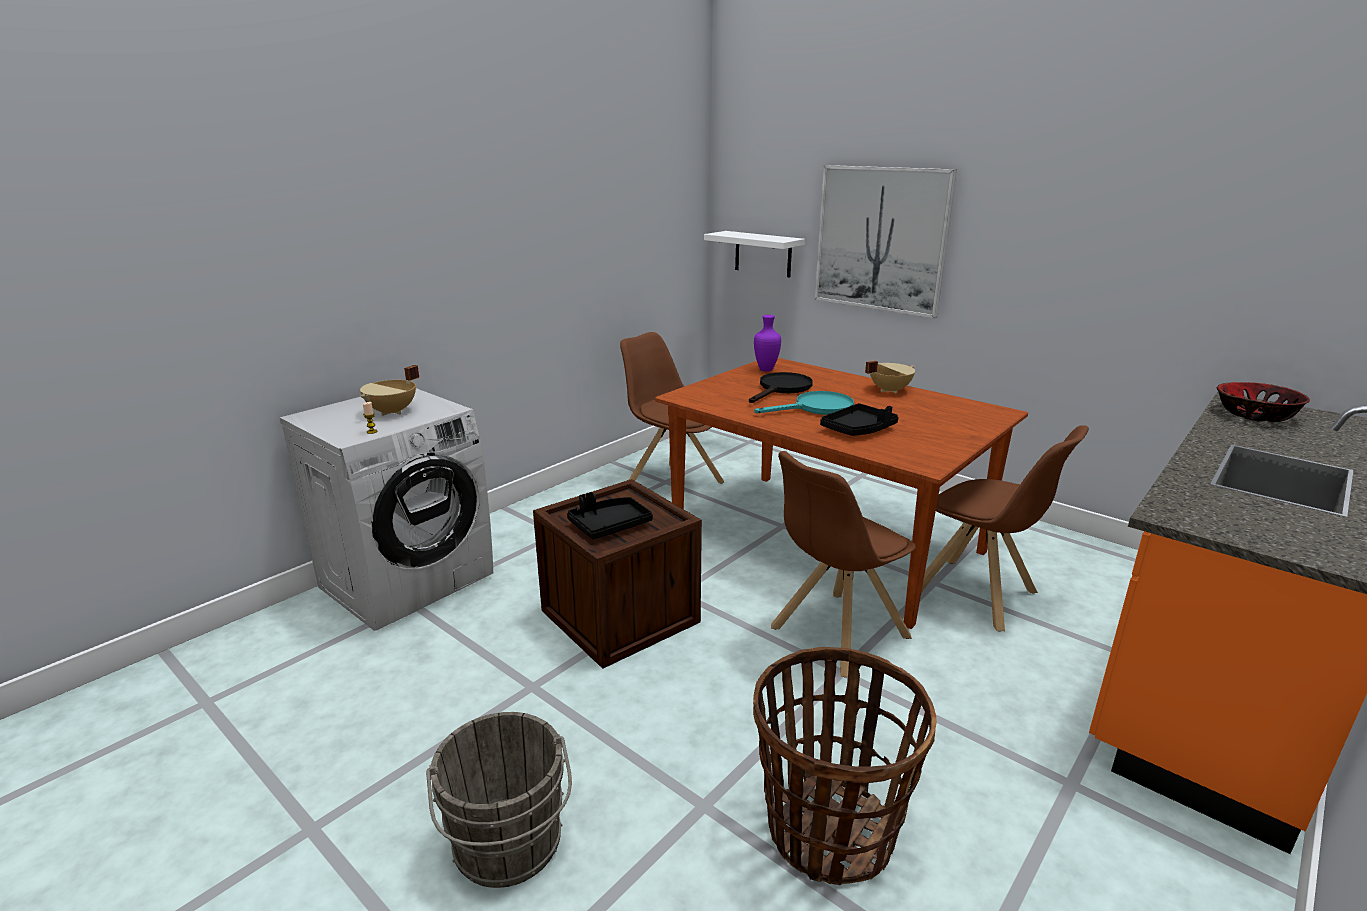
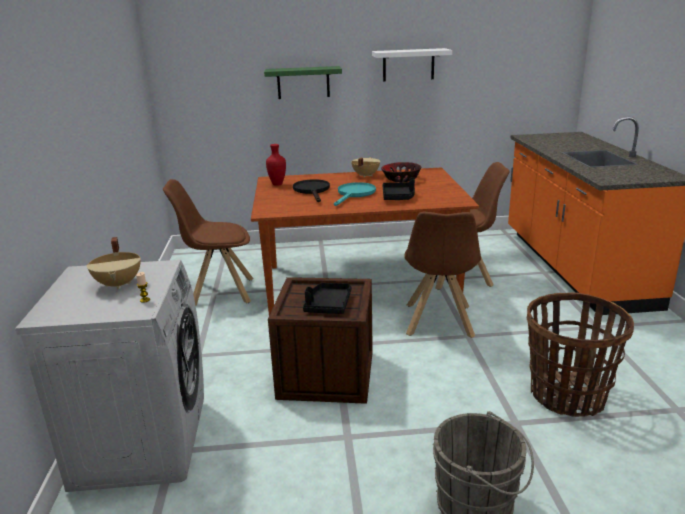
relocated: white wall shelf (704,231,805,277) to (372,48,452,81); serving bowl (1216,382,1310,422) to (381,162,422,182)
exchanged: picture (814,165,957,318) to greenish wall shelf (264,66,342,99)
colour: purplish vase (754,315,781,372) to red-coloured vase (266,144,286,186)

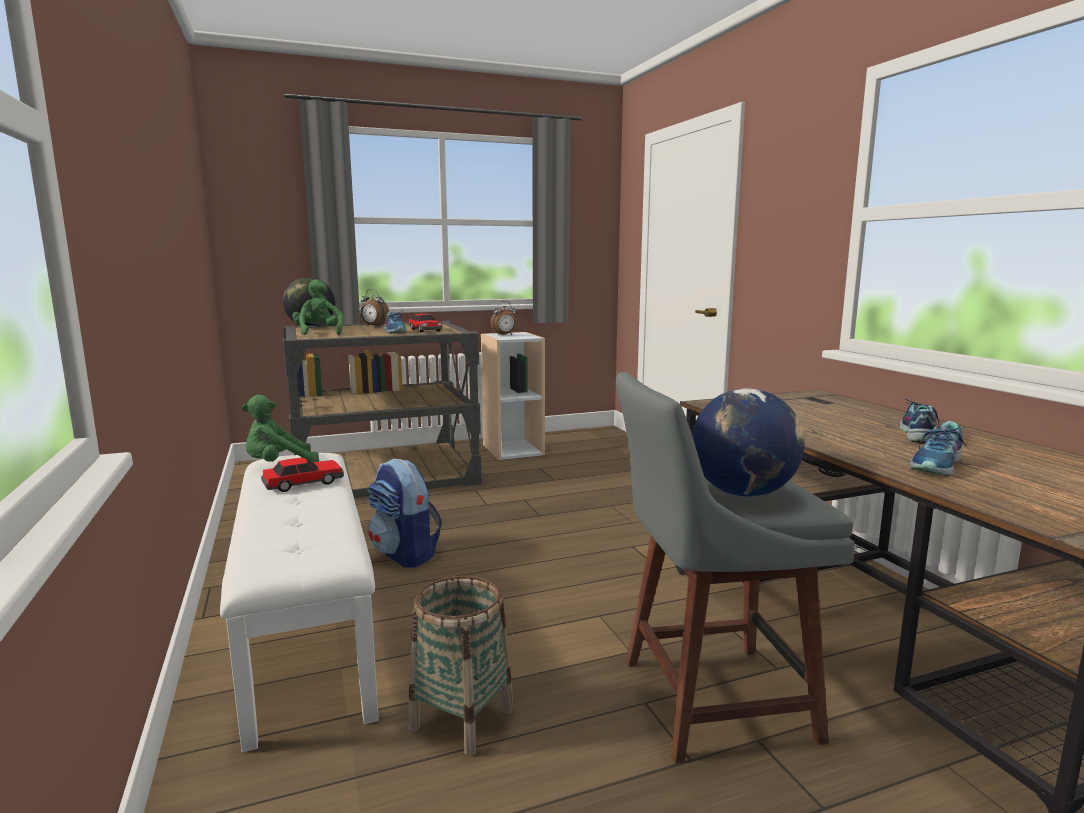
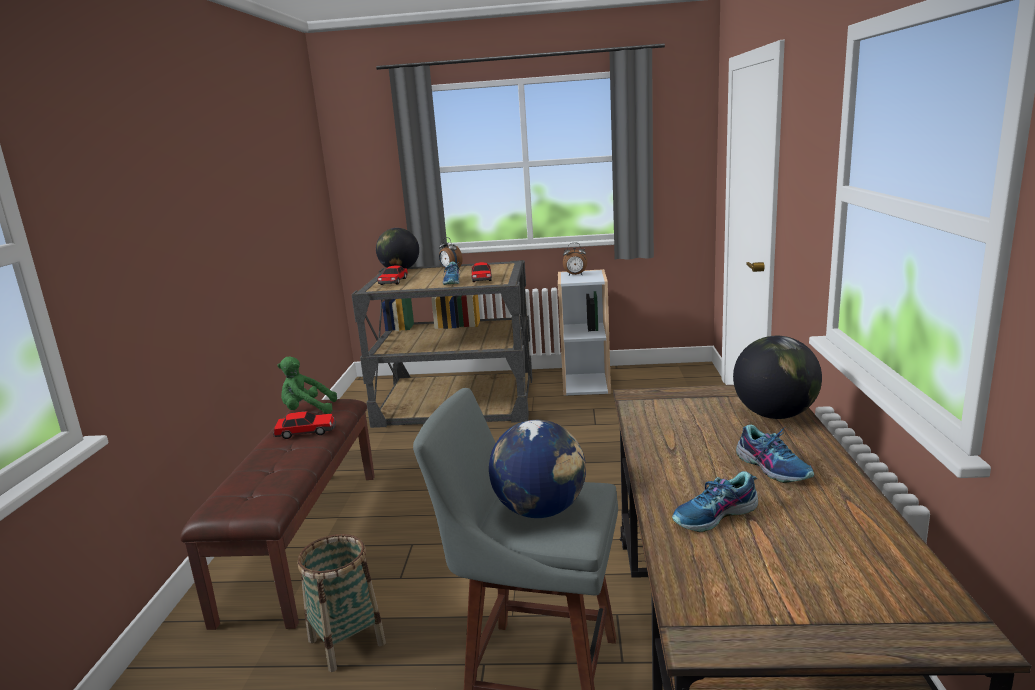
missing: knapsack (368,459,442,568)
appeared: world globe (733,336,822,419)
exchanged: greenish soft toy (292,279,344,335) to miniature car (378,265,408,285)
colour: white indoor bench (220,453,379,752) to brown-coloured indoor bench (180,399,375,630)
spun: item of footwear (900,398,939,444) = (736,425,814,483) 105 degrees clockwise

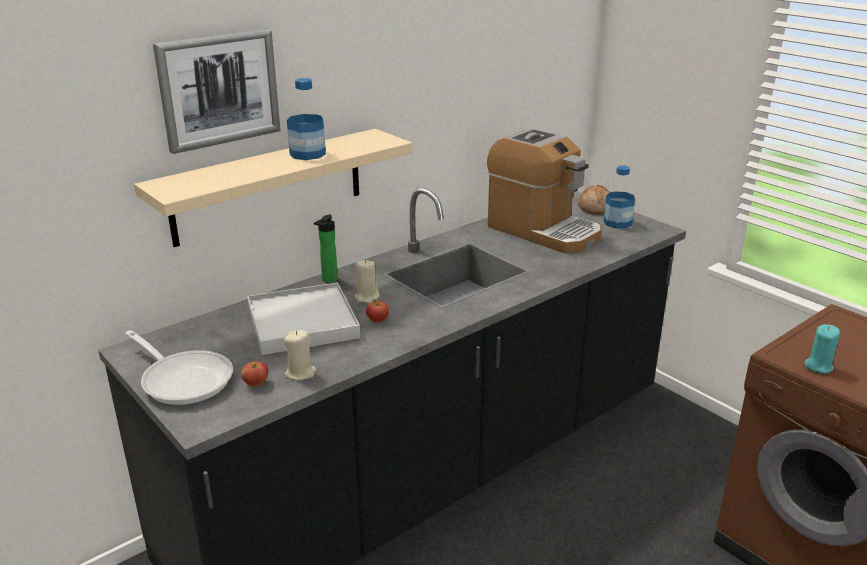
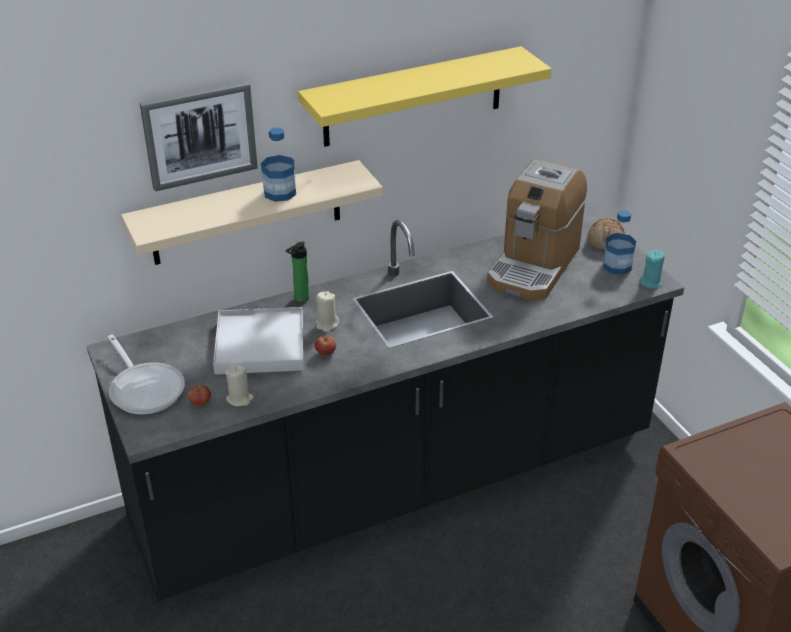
appeared: yellowish wall shelf (298,46,552,147)
relocated: turquoise wax candle (804,324,840,374) to (639,250,665,288)
spun: coffee machine (487,128,601,253) = (487,159,587,301) 60 degrees clockwise

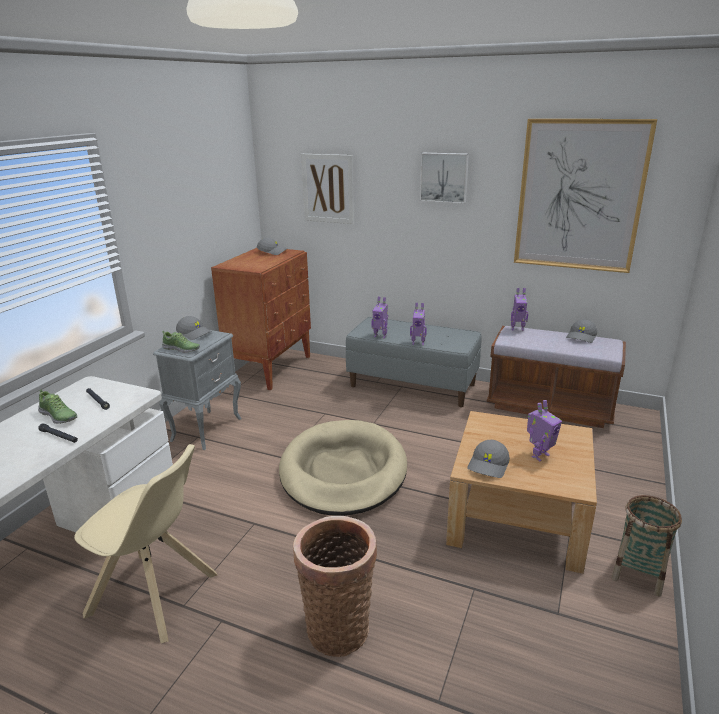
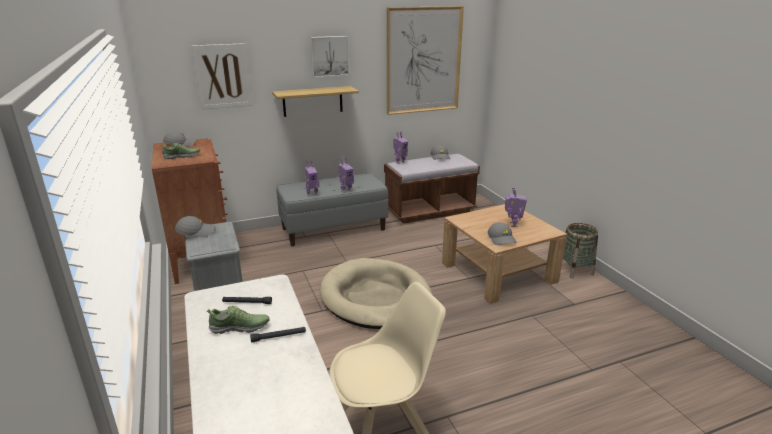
missing: household basket (293,516,377,657)
appeared: wall shelf (272,86,359,117)
relocated: item of footwear (162,331,200,353) to (161,143,200,159)

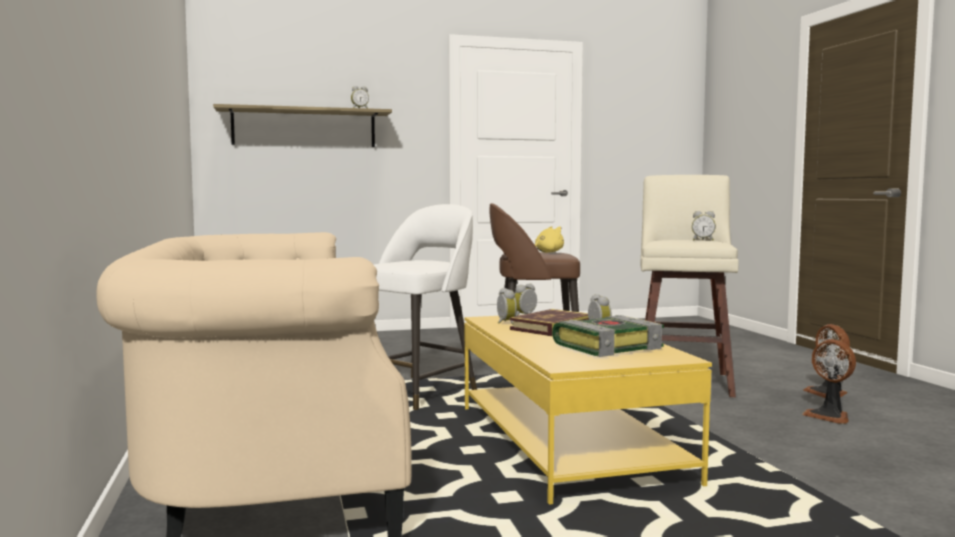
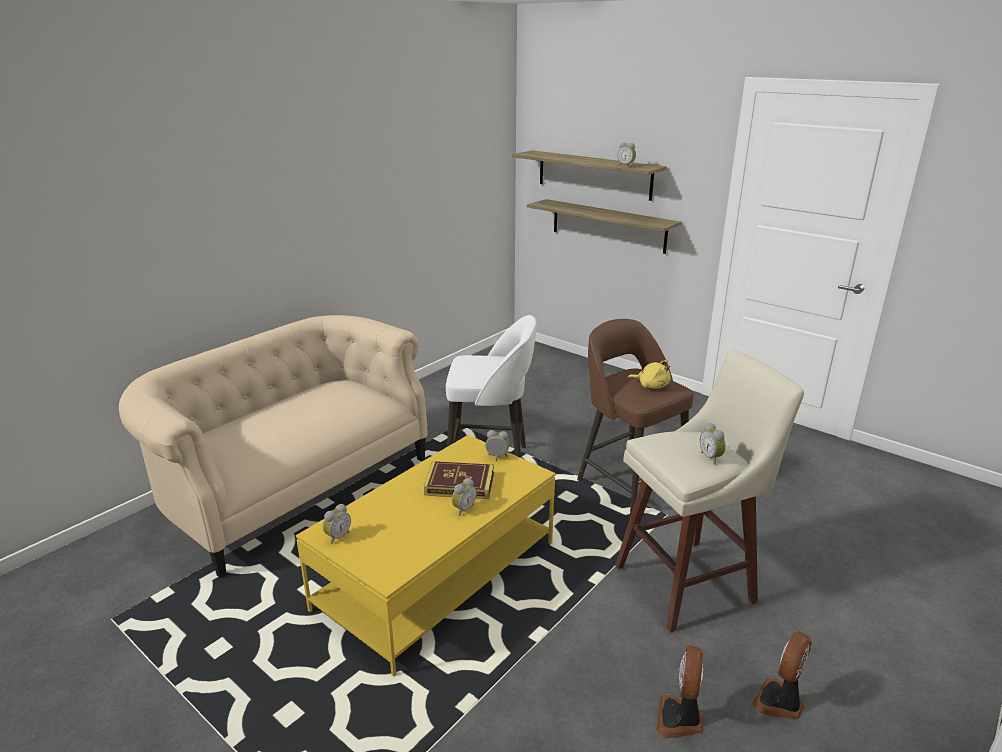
missing: volume (552,315,664,357)
appeared: wall shelf (527,199,681,254)
relocated: bedside clock (497,288,517,325) to (323,504,351,544)

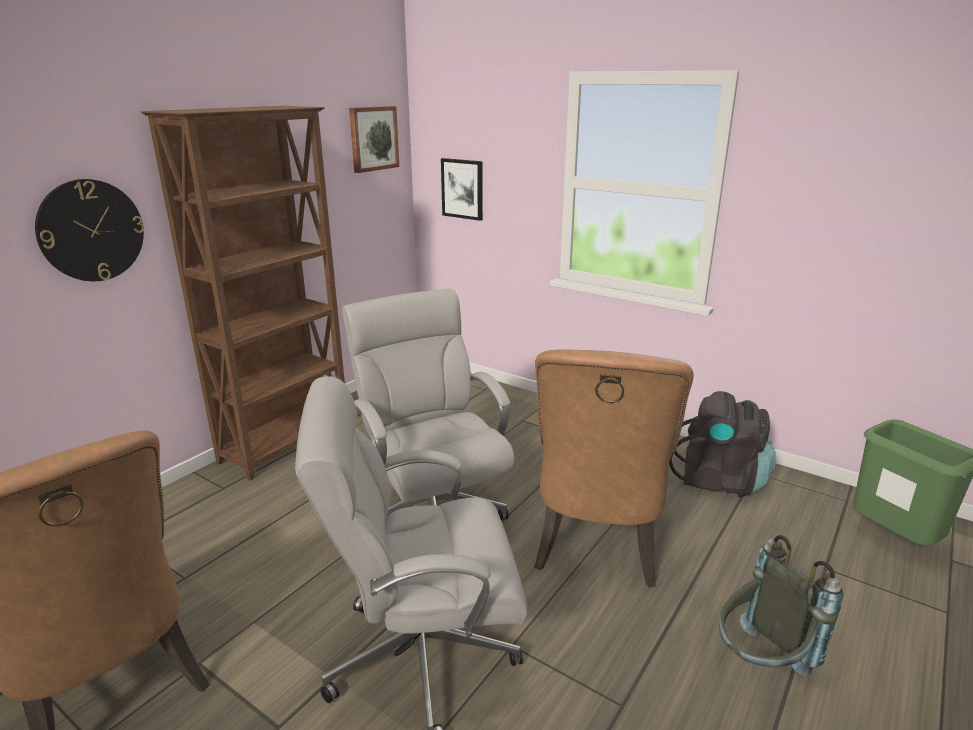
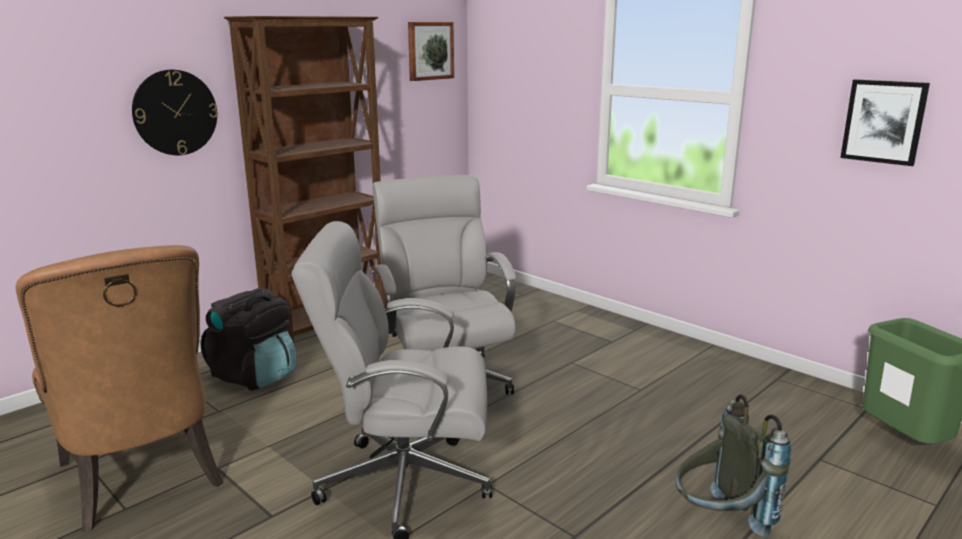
missing: brown-coloured chair (534,350,694,587)
relocated: picture (441,158,483,221) to (840,79,930,166); blackish knapsack (669,391,776,497) to (200,288,297,390)

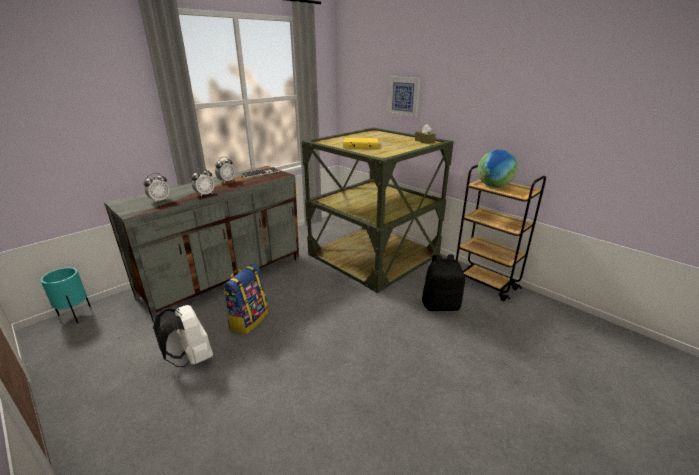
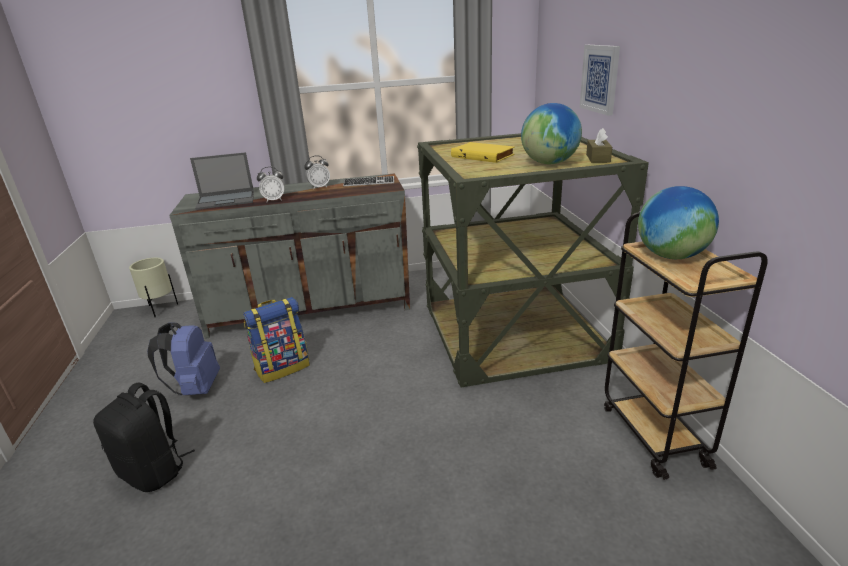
appeared: world globe (521,103,582,164)
relocated: blackish knapsack (422,255,465,311) to (93,382,195,492)
exchanged: bedside clock (144,173,169,203) to laptop (190,152,254,210)
colour: turquoise flower pot (40,267,91,323) to beige flower pot (129,258,178,318); white knapsack (153,305,213,367) to bluish knapsack (147,322,220,395)

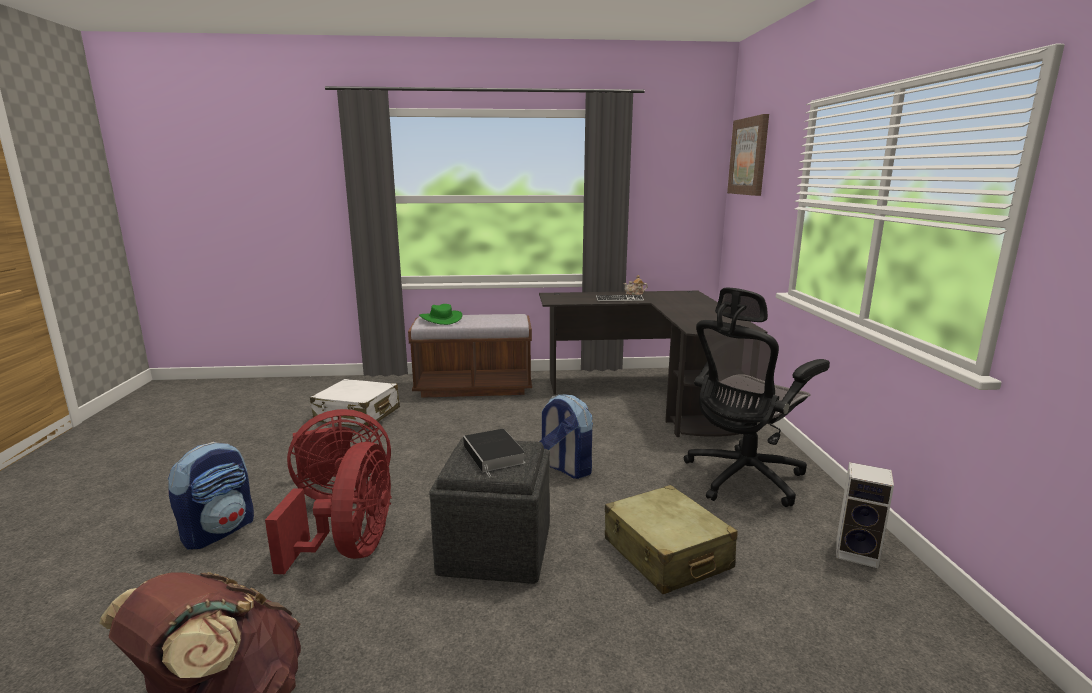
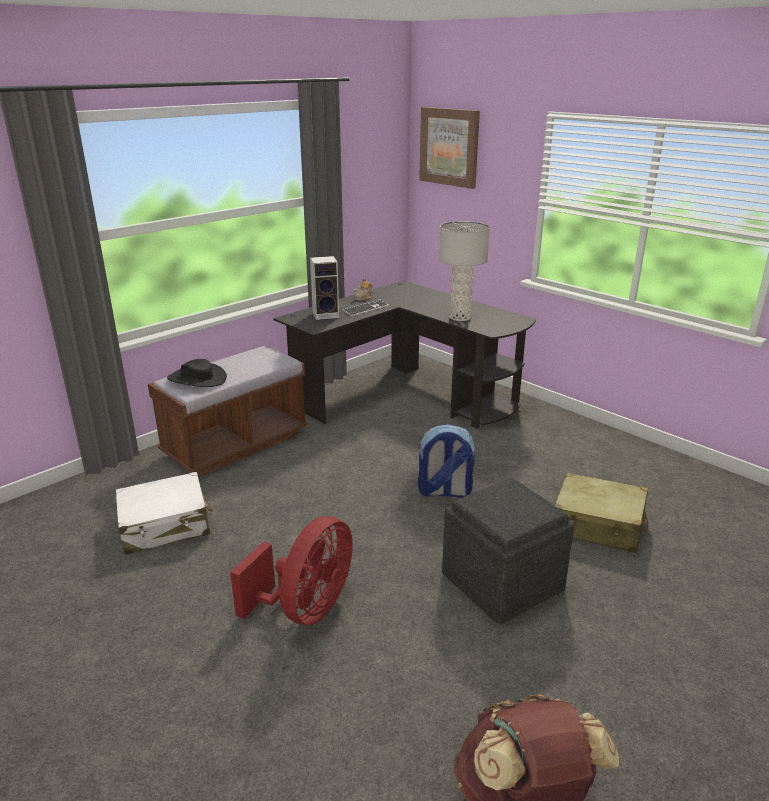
missing: knapsack (168,442,254,550); red-coloured fan (265,442,392,574); volume (463,429,525,477); office chair (684,288,830,507)
appeared: white table lamp (439,221,490,321)
relocated: audio speaker (836,462,894,568) to (310,256,339,320)
colour: greenish wearable hat (419,304,462,325) to blackish wearable hat (167,359,227,387)

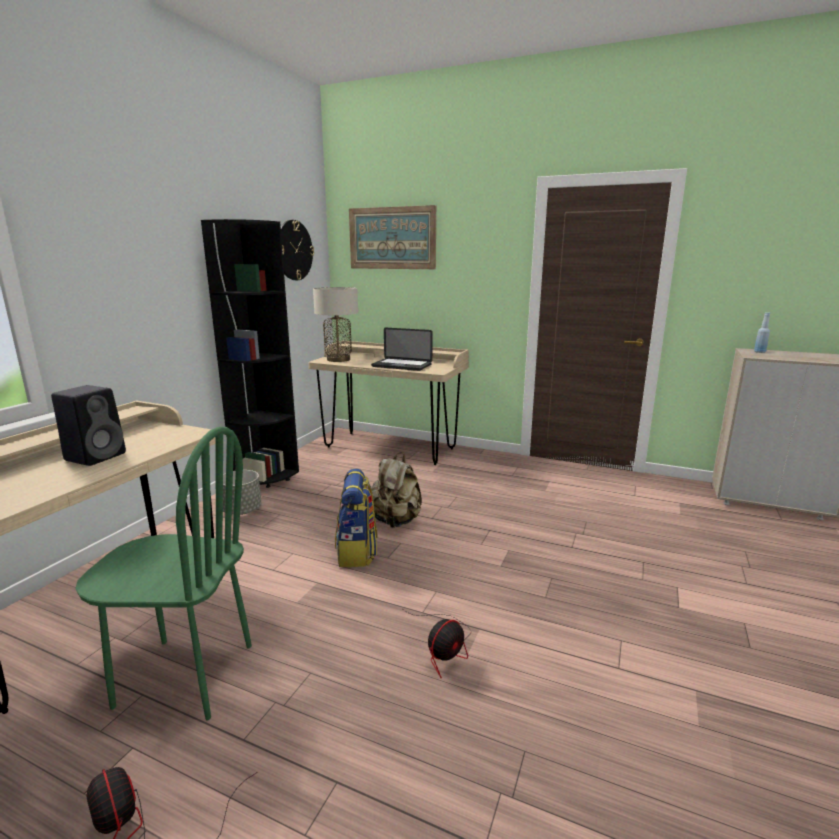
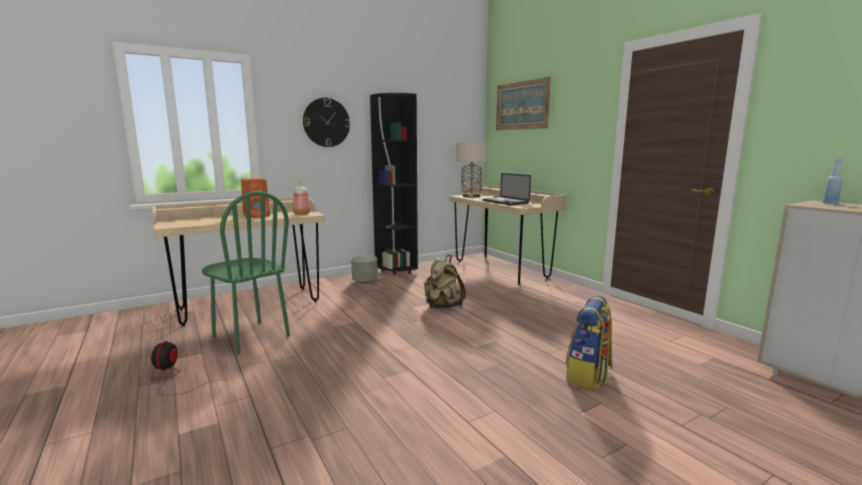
missing: fan (401,608,471,678)
appeared: beverage bottle (293,178,311,215)
relocated: wall clock (281,220,314,280) to (303,98,350,147); knapsack (335,469,378,567) to (566,296,612,390)
colour: blackish audio speaker (51,385,126,466) to orange-coloured audio speaker (241,178,270,218)

